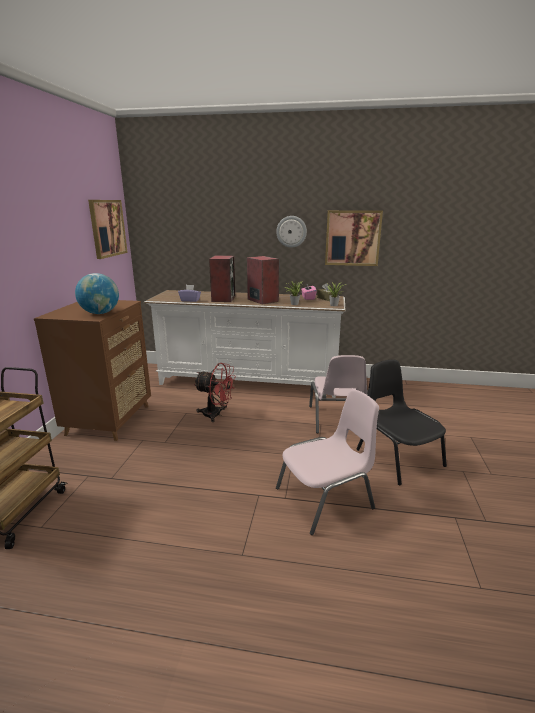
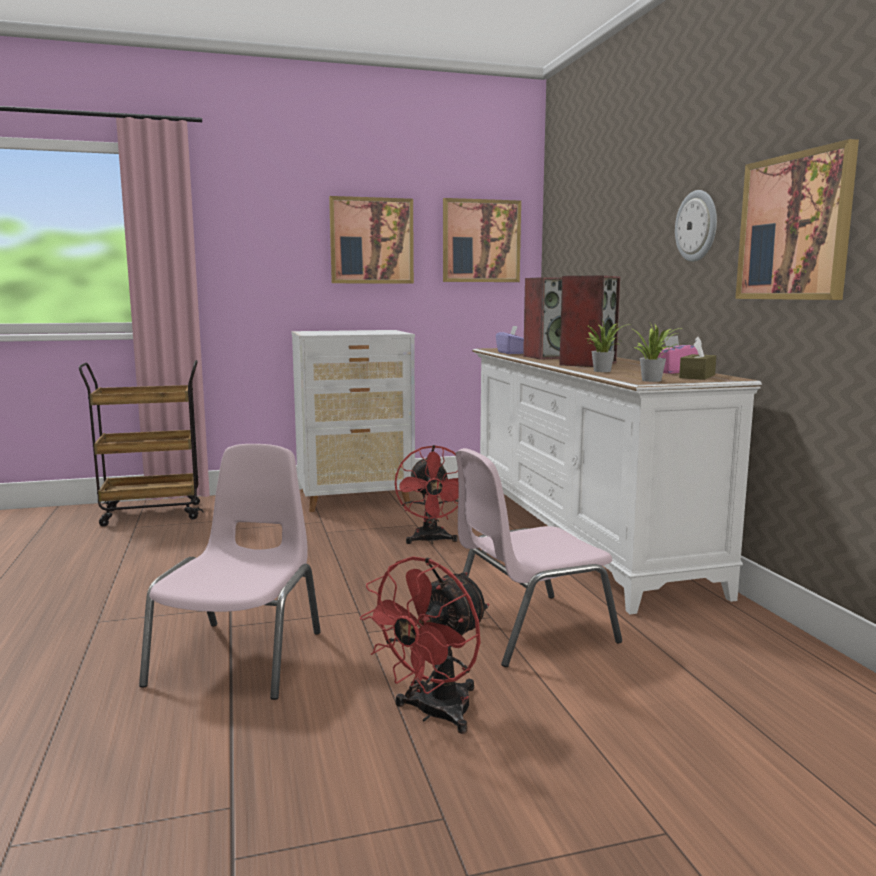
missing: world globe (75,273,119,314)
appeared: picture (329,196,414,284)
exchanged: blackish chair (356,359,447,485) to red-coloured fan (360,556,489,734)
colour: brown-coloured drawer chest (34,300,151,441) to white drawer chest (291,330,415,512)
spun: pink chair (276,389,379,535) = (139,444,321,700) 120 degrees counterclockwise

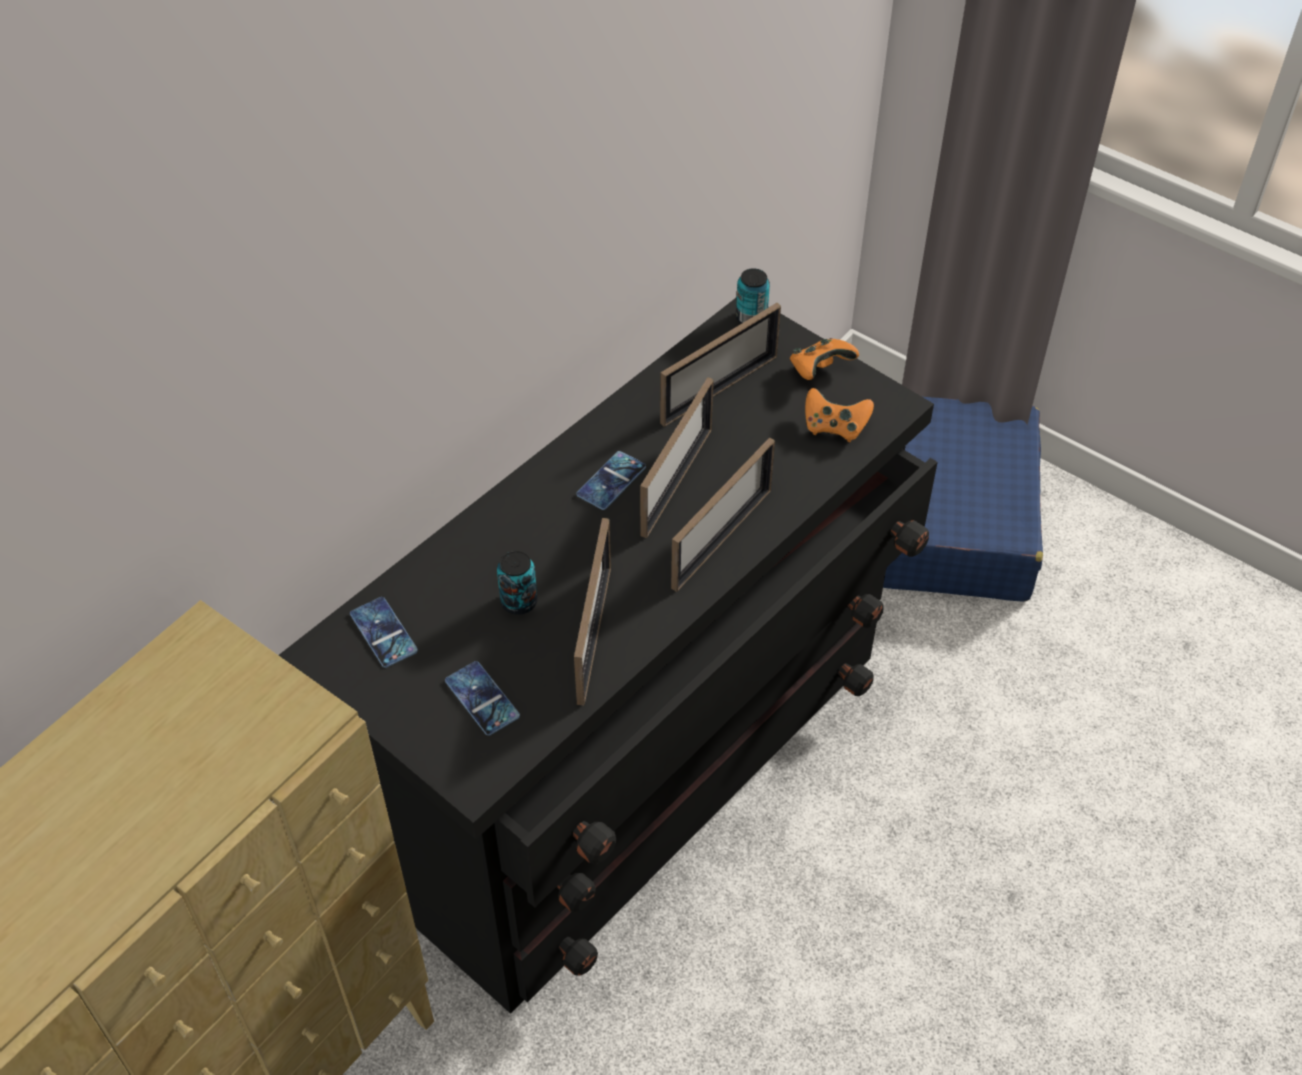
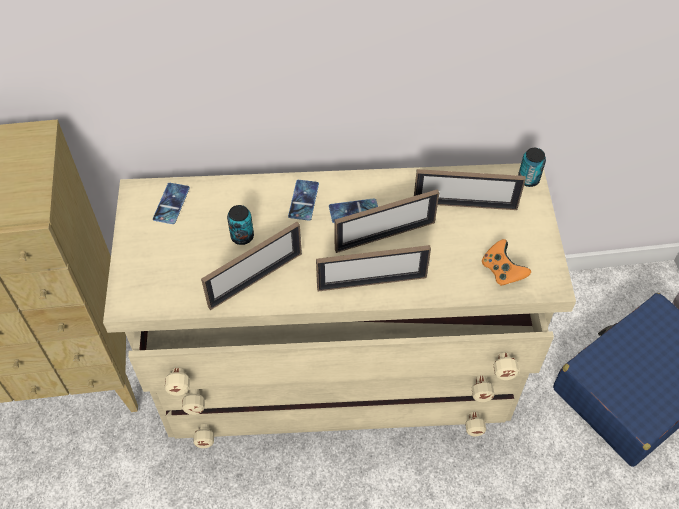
missing: orange-coloured joypad (790,338,859,380)
relocated: phone (445,661,520,736) to (288,180,319,221)
colour: blackish drawer chest (279,297,938,1014) to beige drawer chest (103,163,576,448)

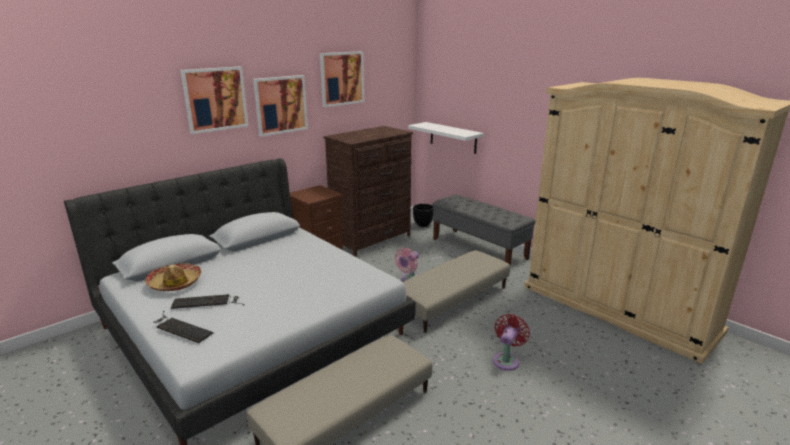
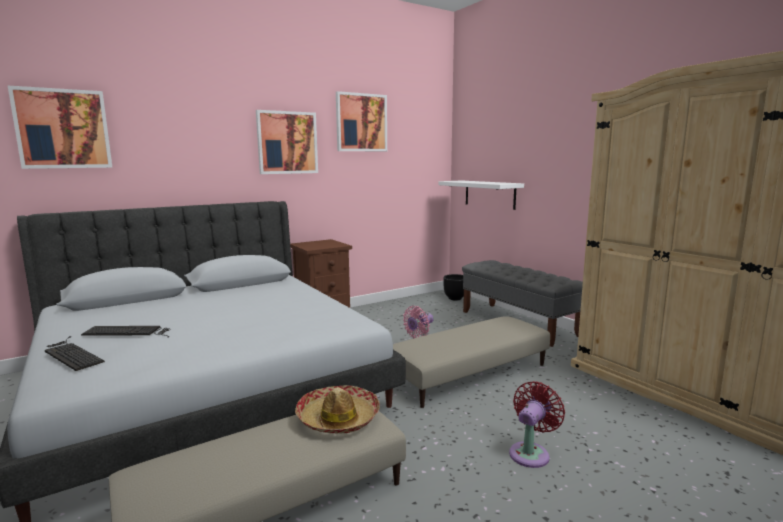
missing: brown-coloured drawer chest (323,126,413,257)
relocated: wearable hat (145,263,201,291) to (295,385,380,434); picture (180,67,248,134) to (7,85,113,169)

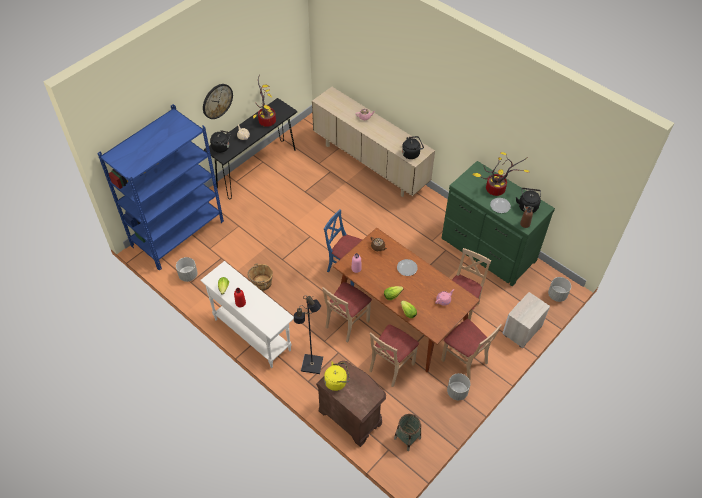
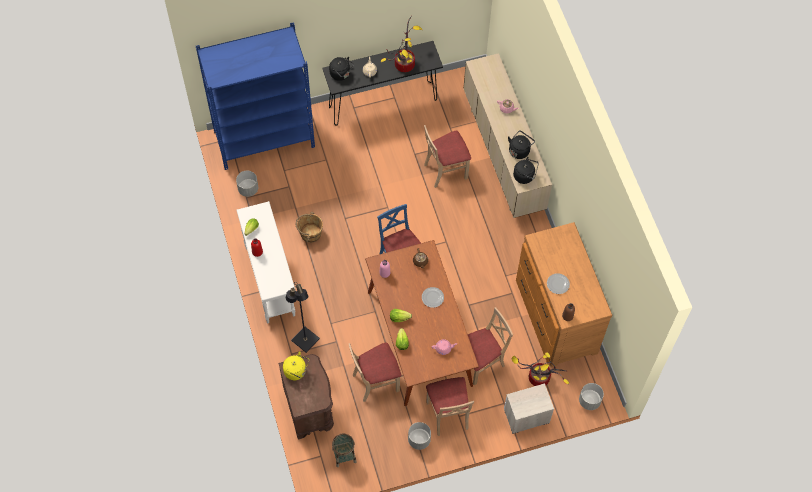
missing: wall clock (203,84,233,119)
relocated: beige chair (322,282,372,343) to (424,125,471,188); houseplant (472,152,530,196) to (512,352,569,386); blackish water kettle (516,188,541,213) to (508,130,535,159)
colour: greenish drawer chest (441,161,555,286) to brown-coloured drawer chest (516,222,612,367)

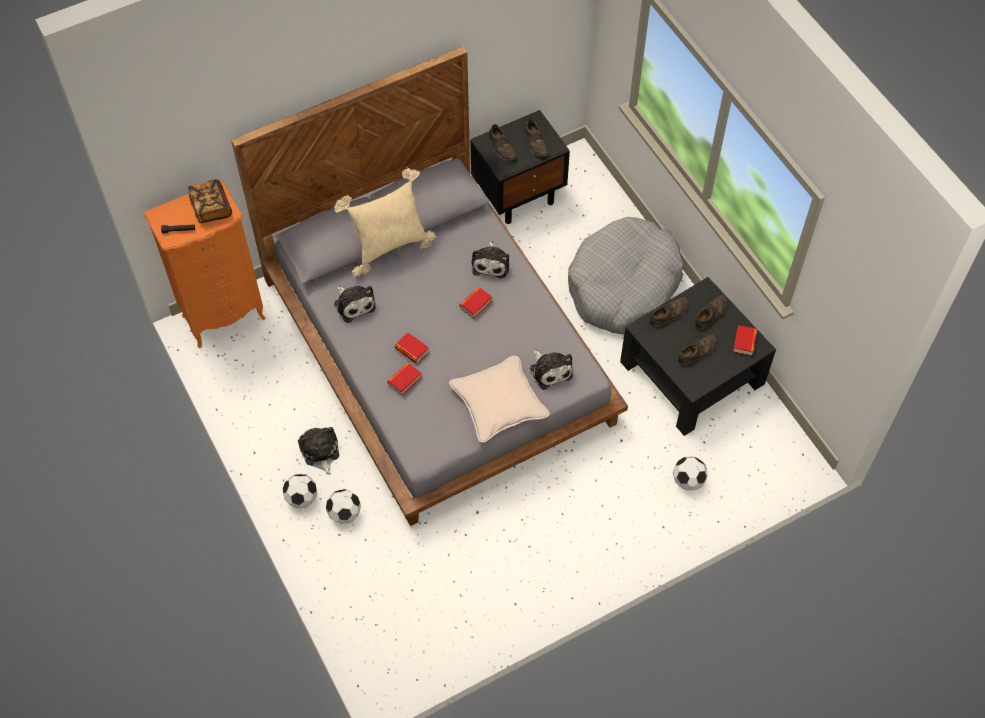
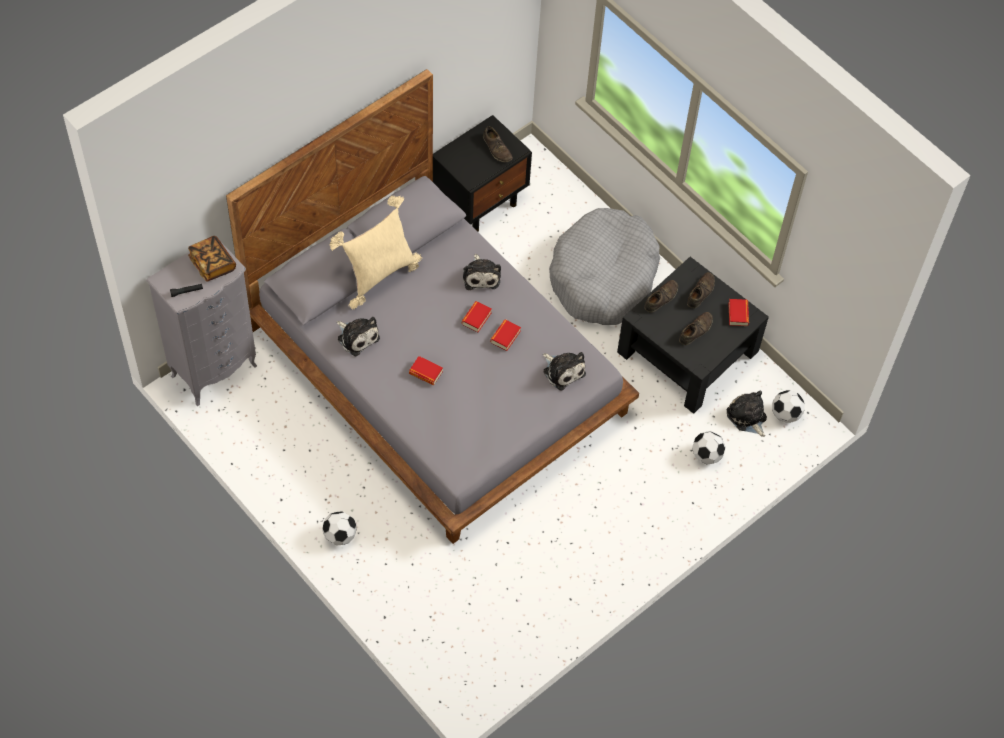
missing: beige throw pillow (449,356,550,443); brown-coloured item of footwear (489,124,517,161)
relocated: soft toy (298,427,339,475) to (727,391,767,437); football ball (326,489,361,524) to (772,390,805,423); volume (387,363,422,395) to (490,319,521,351)
colour: orange-coloured drawer chest (144,180,266,348) to grey drawer chest (146,241,257,406)

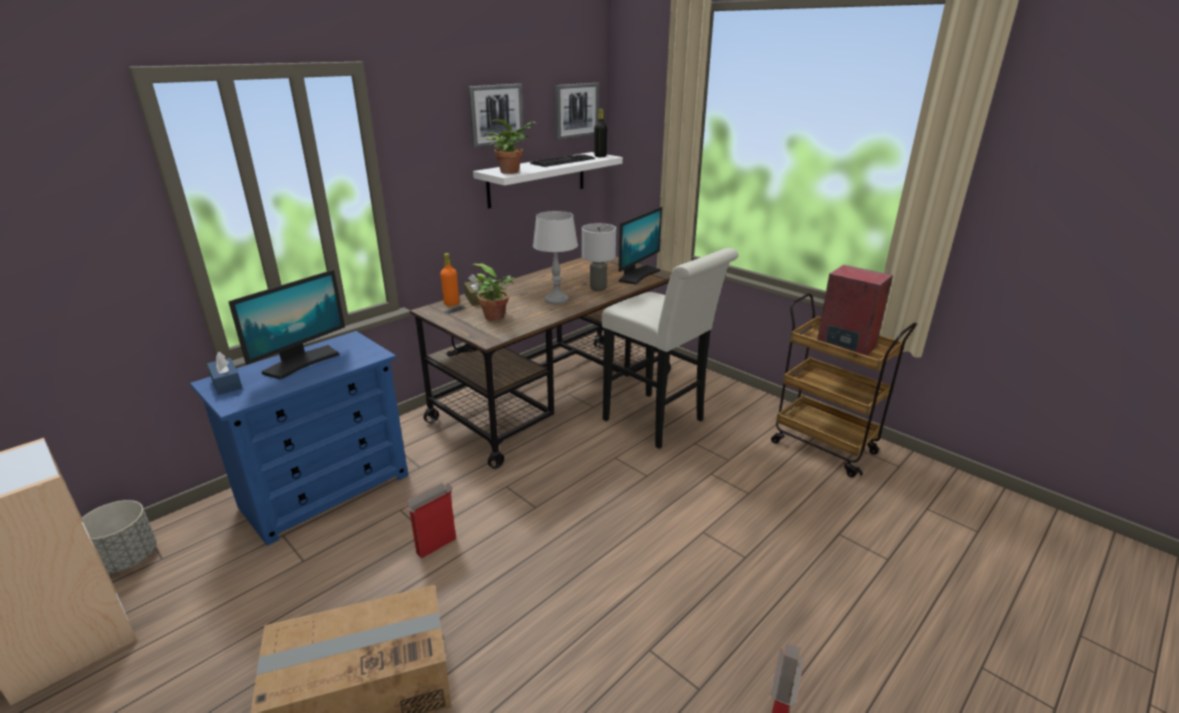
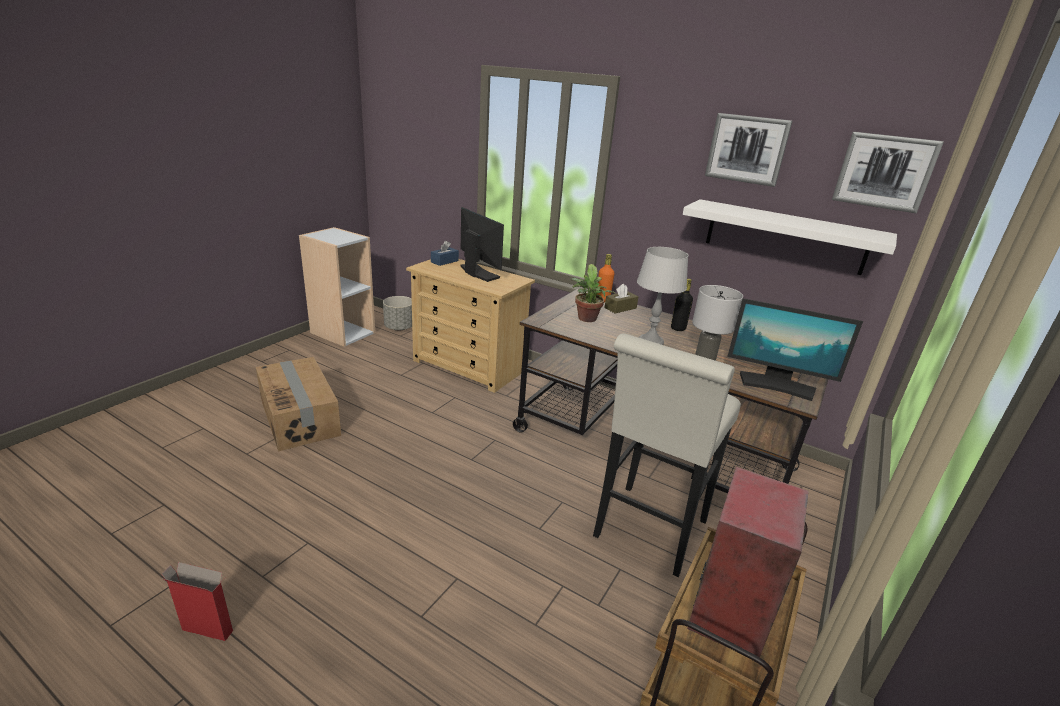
missing: carton (404,482,456,559); houseplant (486,119,536,174); computer keyboard (530,154,595,167)
relocated: blackish beverage bottle (594,109,607,157) to (671,279,693,331)
colour: bluish drawer chest (190,331,408,546) to beige drawer chest (406,259,535,393)
spun: computer display (228,270,345,380) = (460,207,504,282) 150 degrees counterclockwise

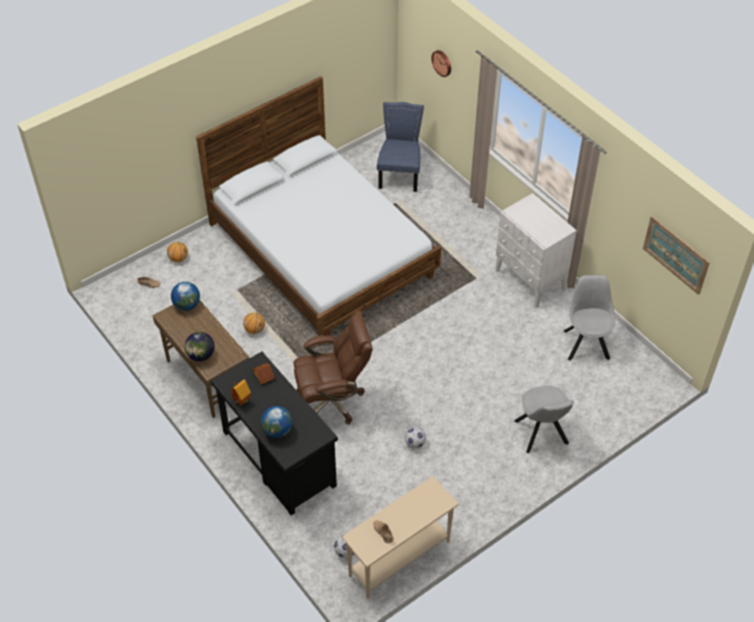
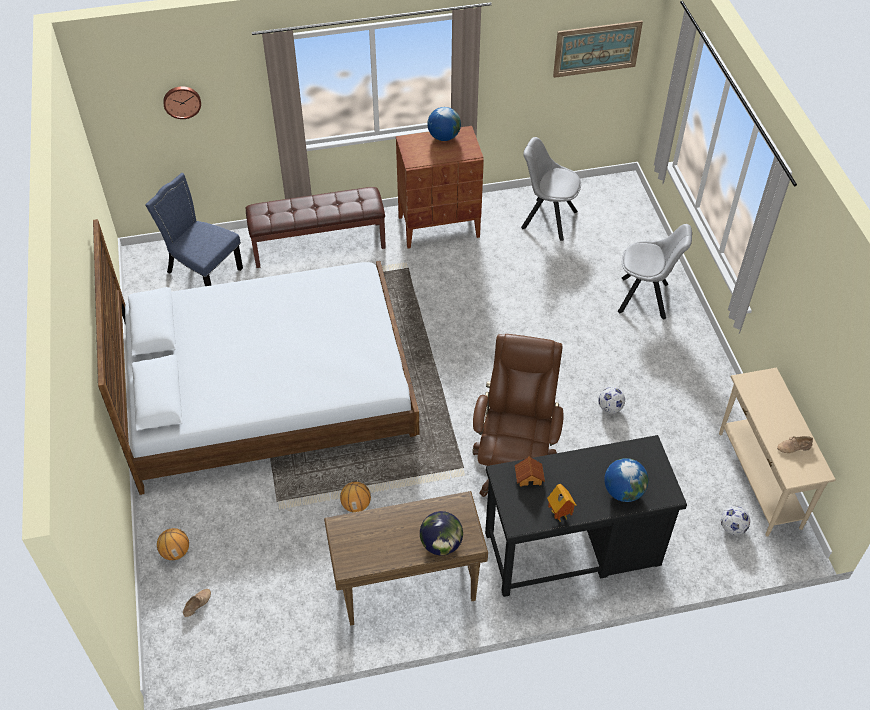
appeared: brown-coloured indoor bench (245,187,386,268)
relocated: world globe (171,282,200,311) to (427,107,461,141)
colour: white drawer chest (495,193,577,308) to brown-coloured drawer chest (396,126,484,249)

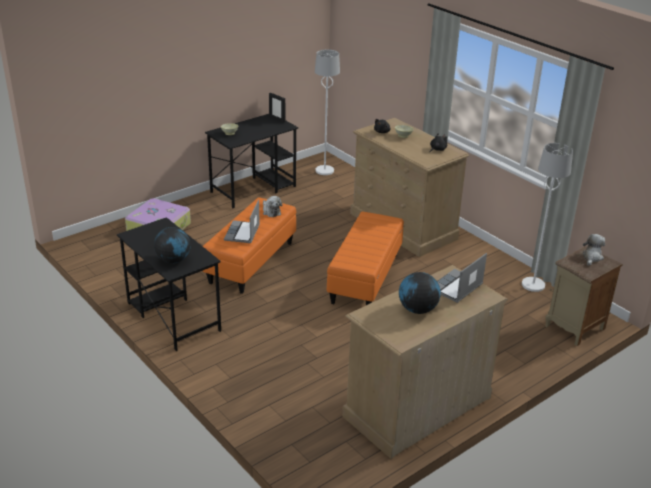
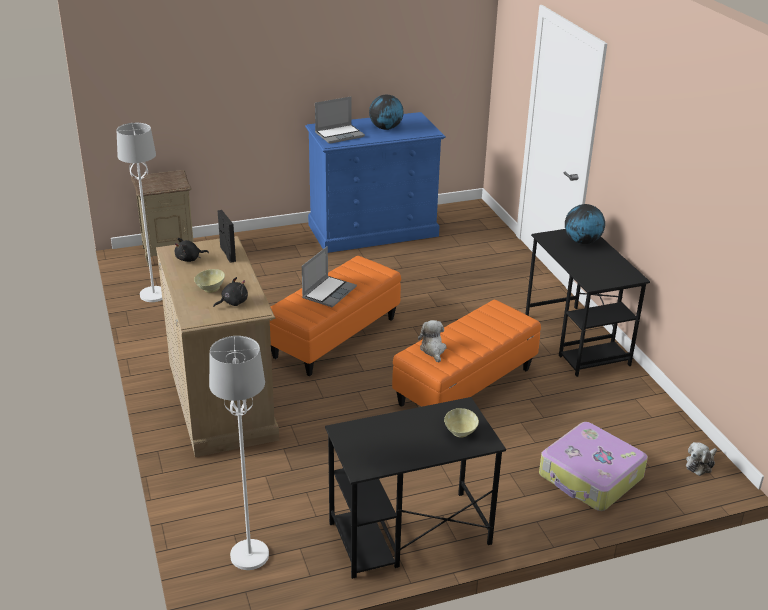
relocated: laptop (224,200,260,243) to (302,246,357,307); picture frame (269,93,285,123) to (218,210,236,263); soft toy (582,234,605,266) to (686,442,717,476)
colour: beige drawer chest (342,265,508,459) to bluish drawer chest (305,112,446,253)

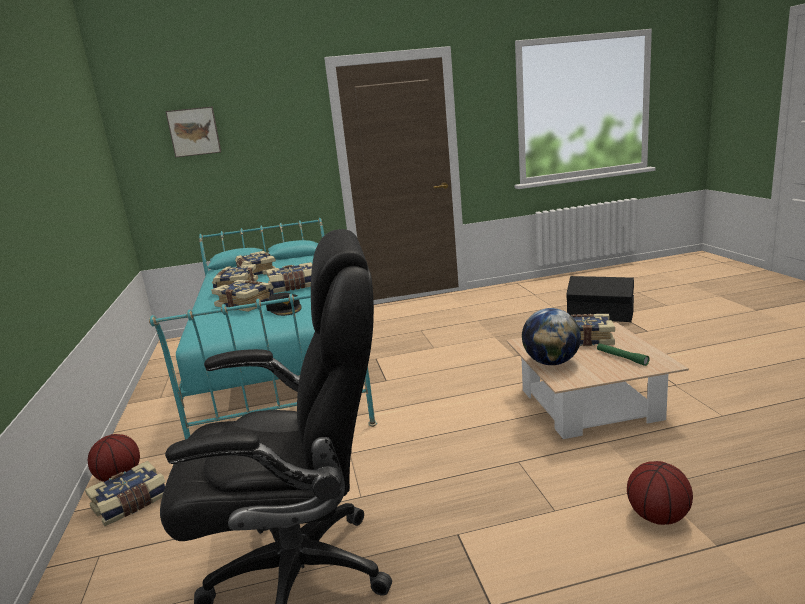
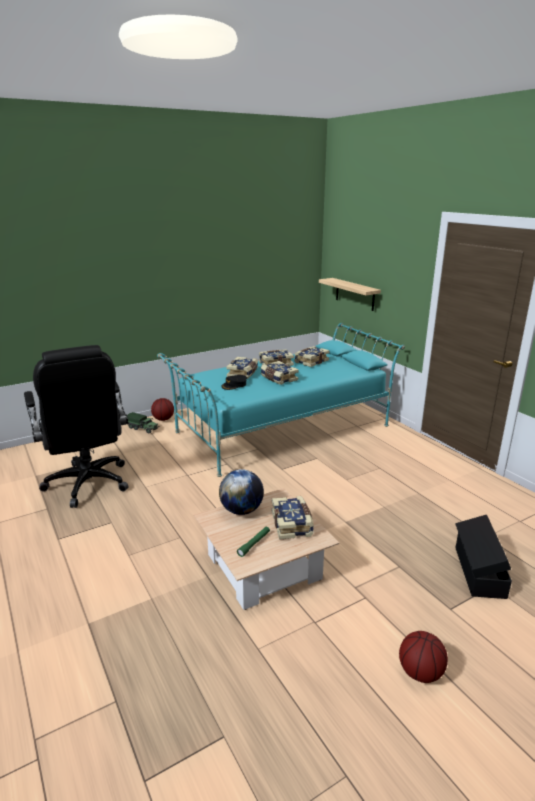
missing: picture (165,107,221,157)
appeared: wall shelf (319,278,381,311)
relocated: ball for basketball (627,461,693,525) to (399,631,448,683)
exchanged: volume (85,461,166,526) to model truck (127,412,159,434)

